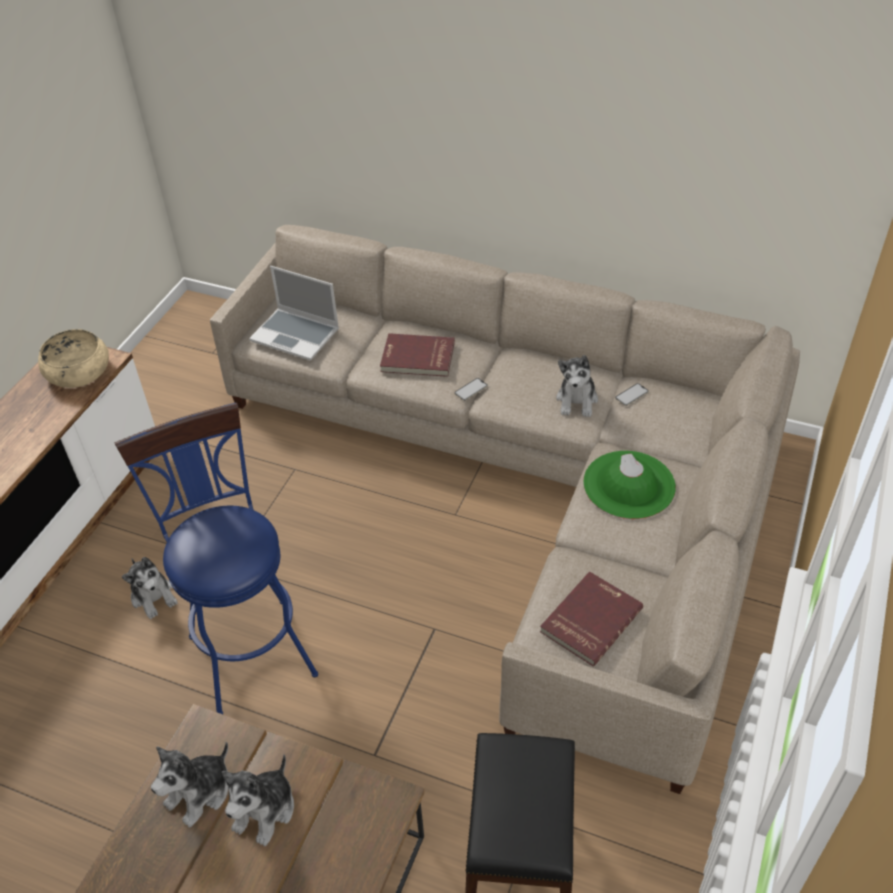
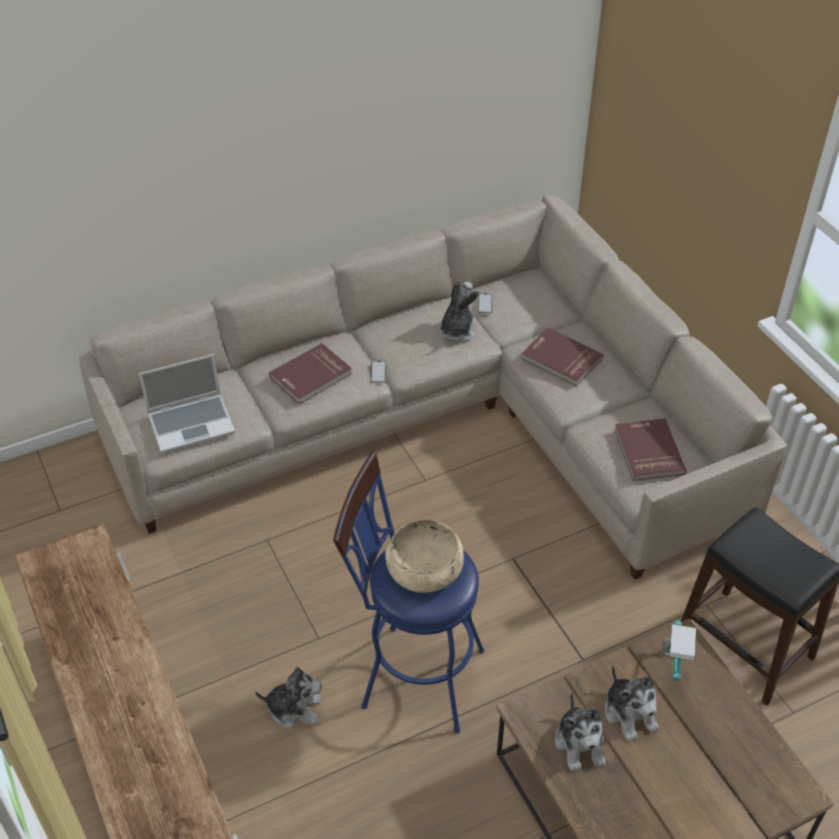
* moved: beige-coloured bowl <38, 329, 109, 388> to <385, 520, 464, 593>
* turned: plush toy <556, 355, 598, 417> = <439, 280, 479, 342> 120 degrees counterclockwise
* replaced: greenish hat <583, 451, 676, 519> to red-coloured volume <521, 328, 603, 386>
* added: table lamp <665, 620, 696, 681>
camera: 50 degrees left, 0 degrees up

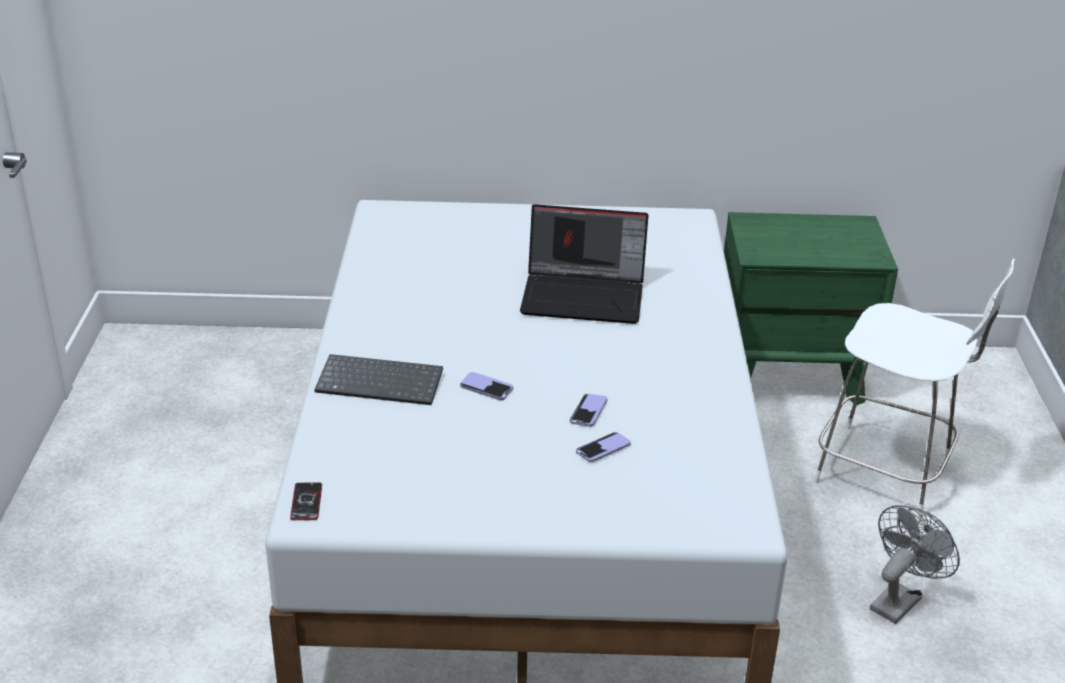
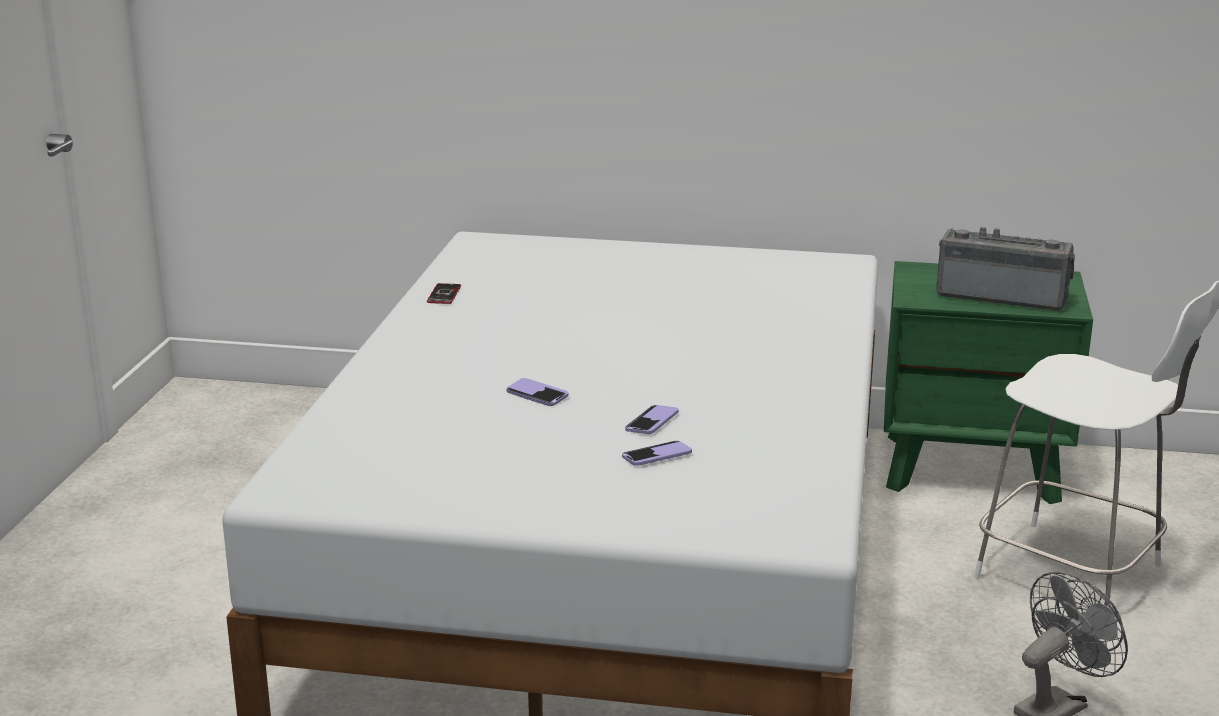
* moved: phone <290, 482, 322, 520> to <427, 283, 461, 304>
* added: radio <936, 227, 1075, 311>
* removed: PC keyboard <314, 354, 443, 405>
* removed: laptop <520, 204, 649, 324>
camera: 10 degrees right, 10 degrees down

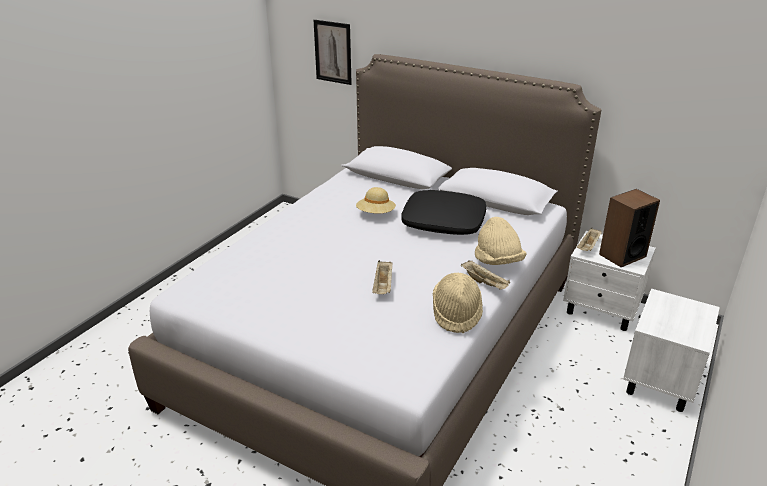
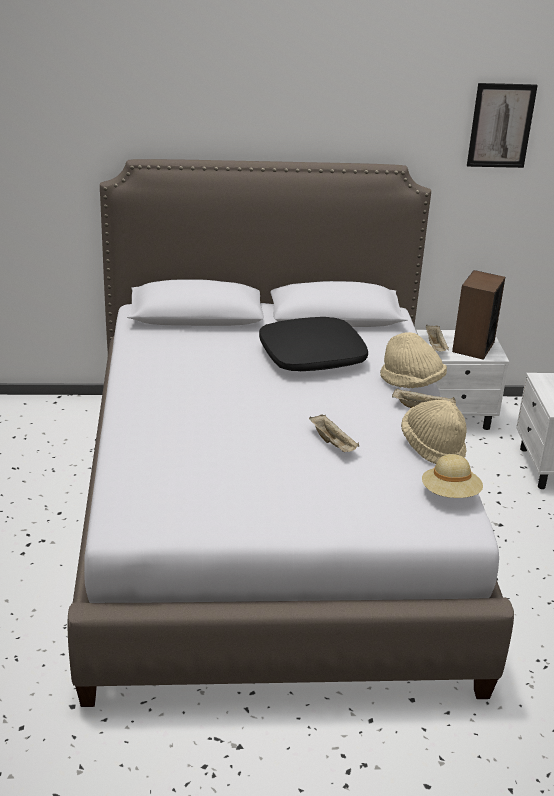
* moved: beige-coloured hat <356, 187, 396, 214> to <422, 454, 483, 498>
* moved: wall art <314, 20, 352, 85> to <467, 83, 538, 168>
camera: 35 degrees left, 0 degrees up

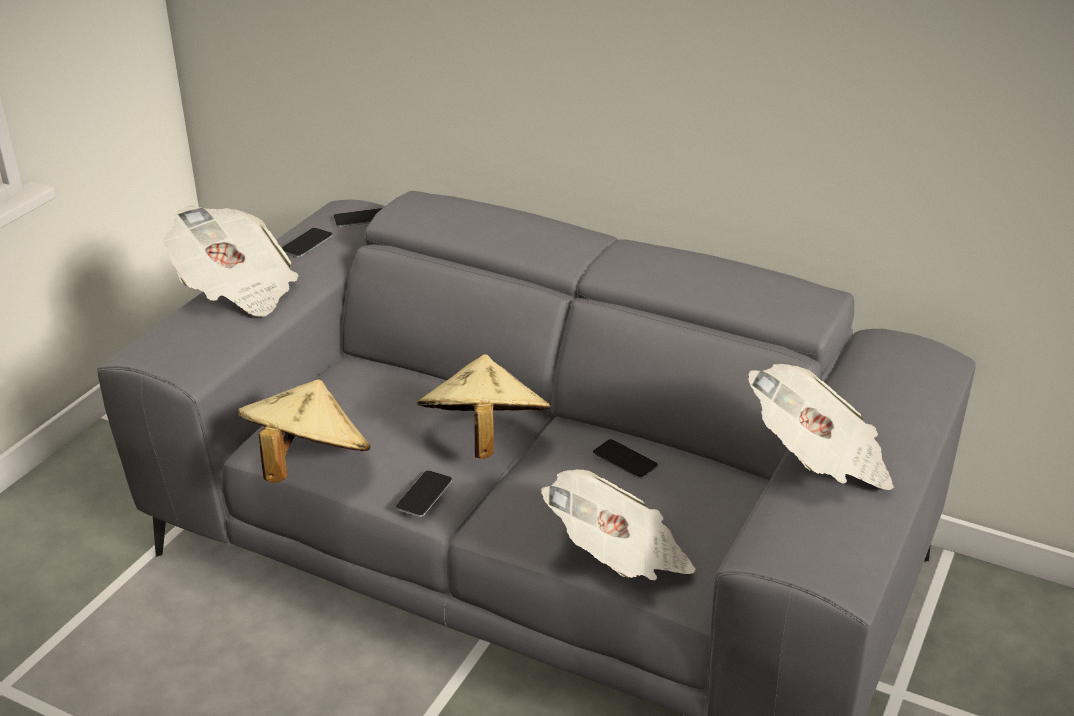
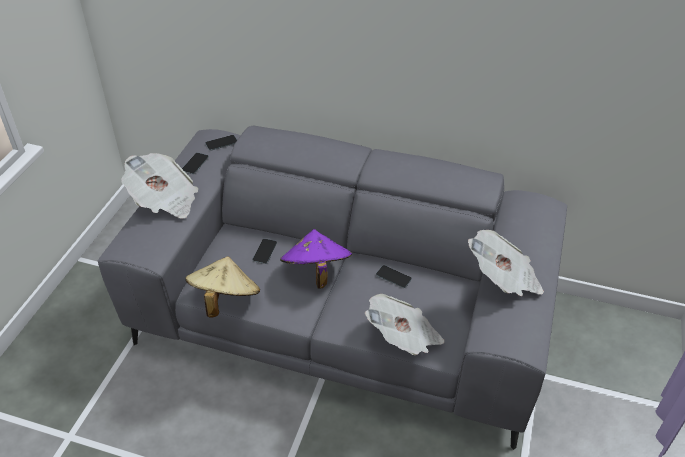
* moved: phone <396, 471, 452, 517> to <252, 239, 277, 264>
* recoloured: beige-coloured hat <417, 354, 551, 459> to purple-coloured hat <280, 229, 352, 289>
camera: 10 degrees left, 10 degrees up

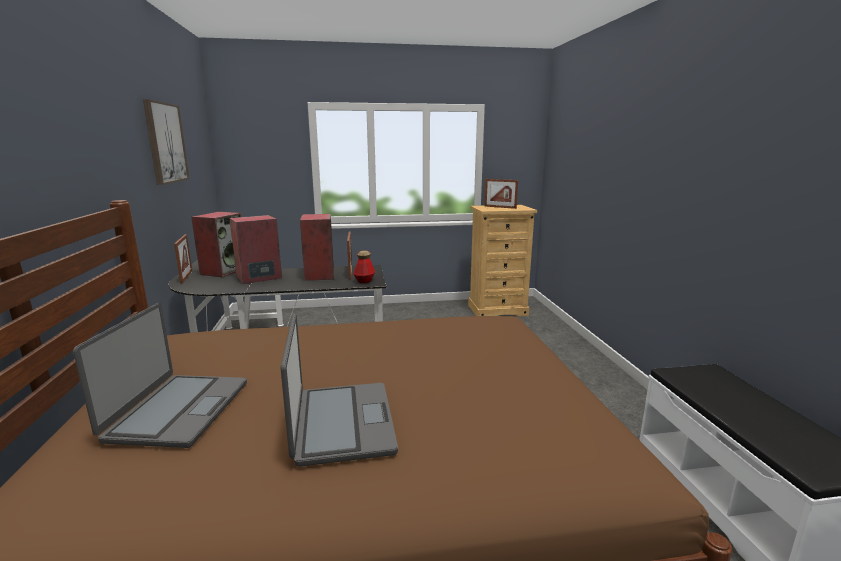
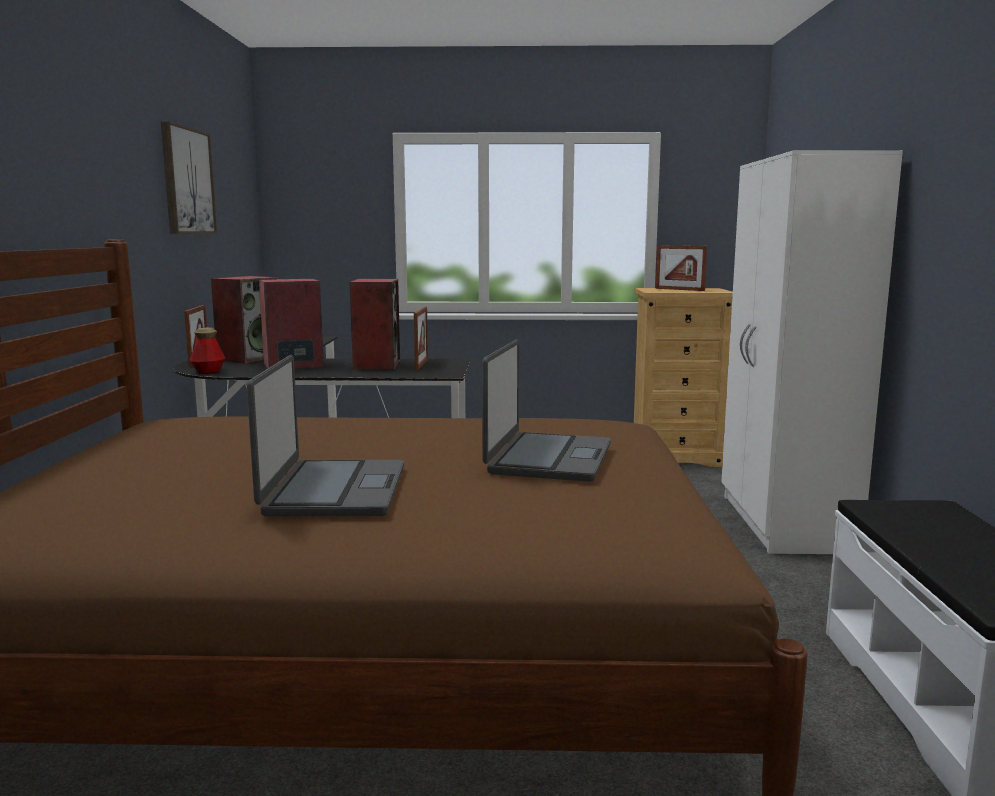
* moved: bottle <353, 250, 375, 283> to <190, 327, 226, 374>
* moved: laptop <73, 303, 247, 448> to <482, 339, 611, 482>
* added: white clothes cupboard <721, 150, 903, 554>
camera: 10 degrees right, 5 degrees down

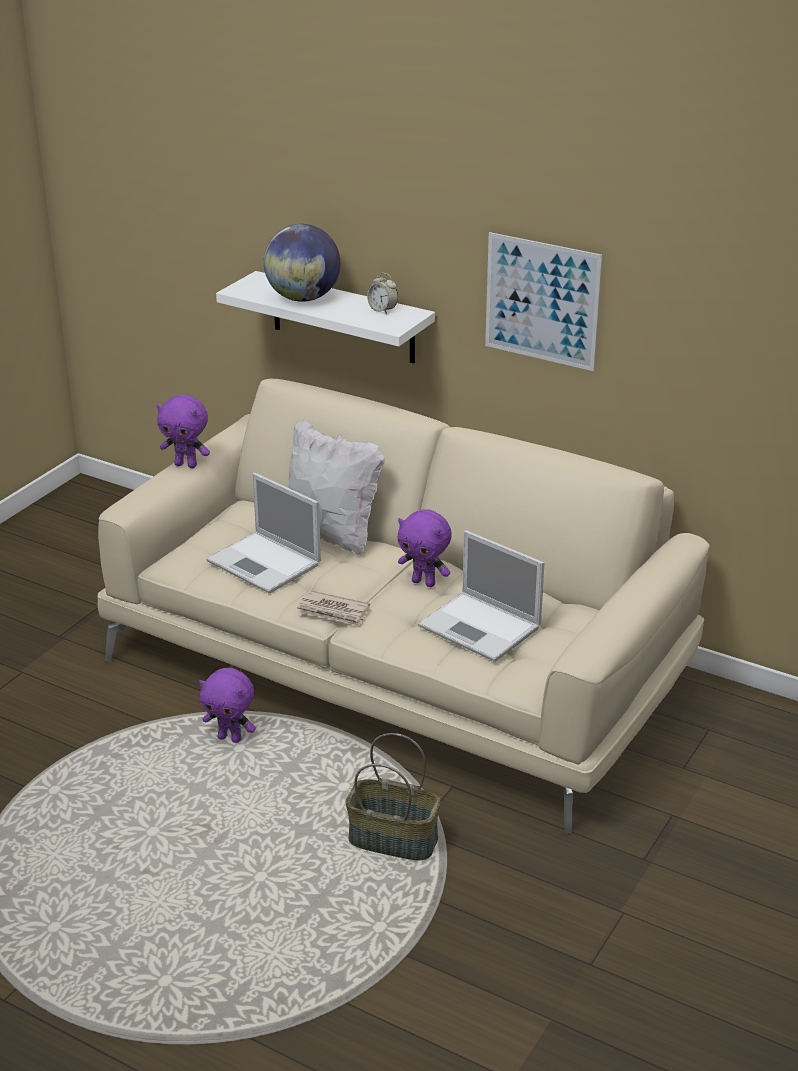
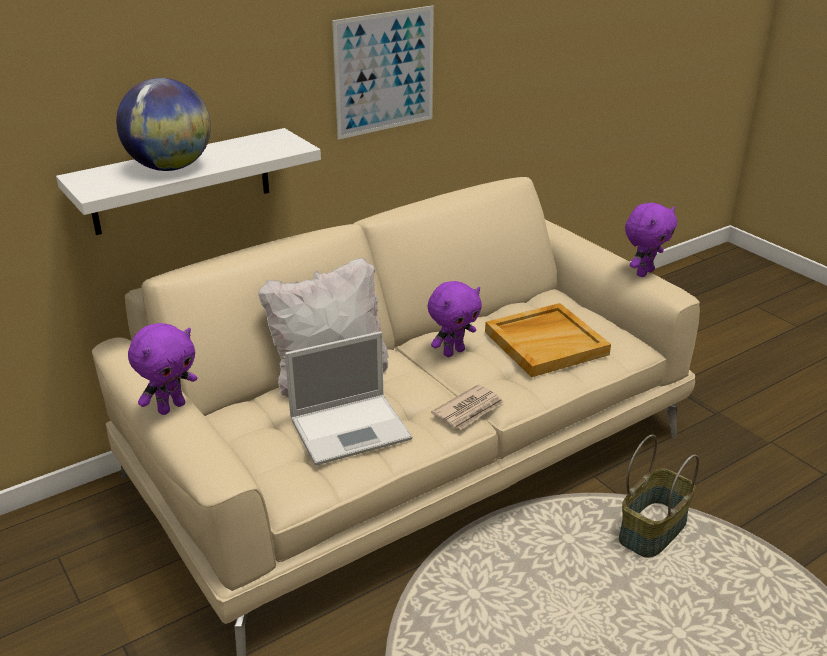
* replaced: laptop <418, 530, 544, 662> to beige-coloured carrying tray <485, 303, 611, 377>
* moved: purple-coloured plush toy <199, 668, 256, 743> to <625, 203, 677, 277>
* removed: alarm clock <367, 273, 398, 314>
camera: 65 degrees left, 0 degrees up

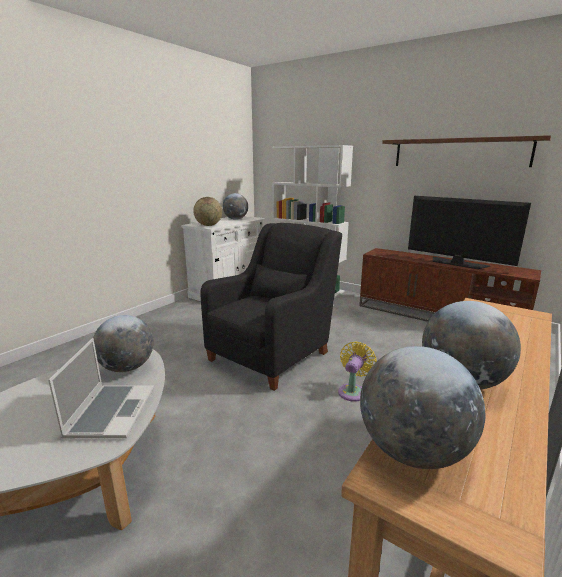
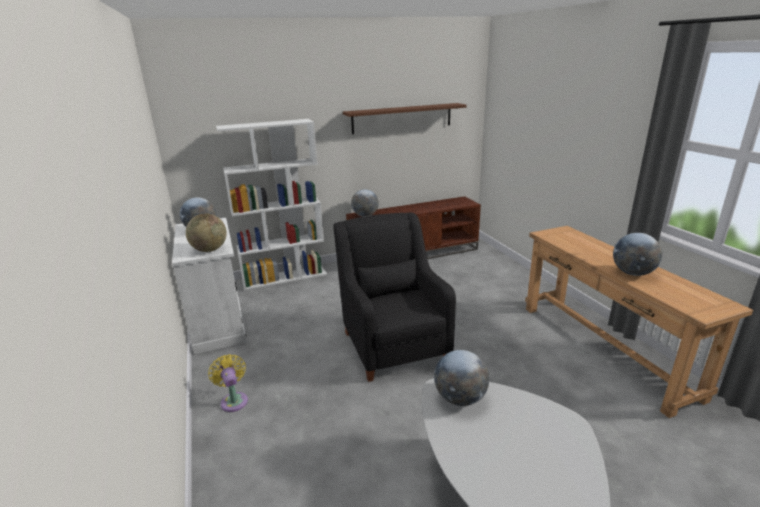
* moved: yellowish fan <338, 342, 377, 402> to <208, 354, 248, 412>
* moved: world globe <360, 346, 485, 469> to <351, 189, 379, 217>
* removed: laptop <48, 338, 154, 438>
* removed: TV set <408, 196, 531, 269>
camera: 55 degrees left, 5 degrees up

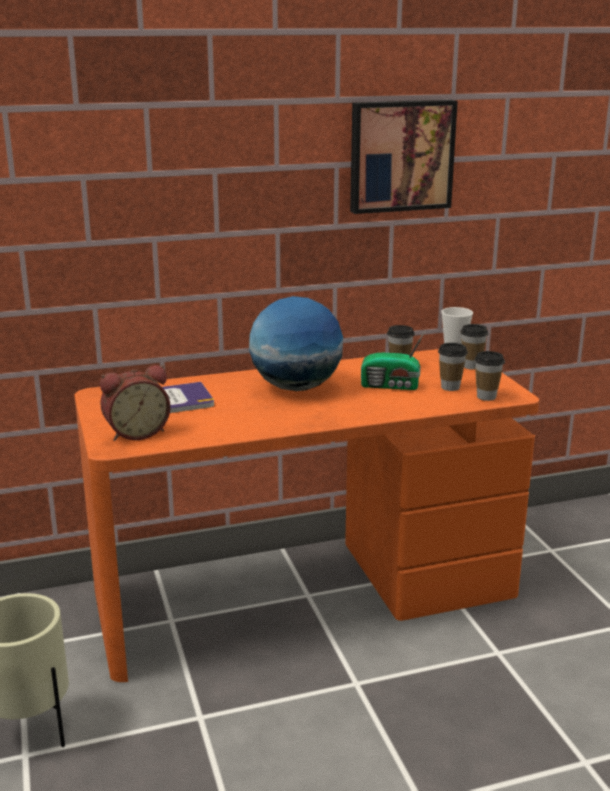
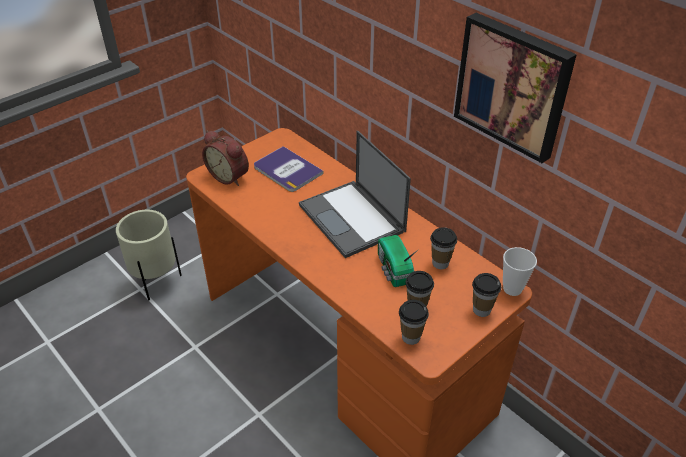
* replaced: world globe <249, 296, 343, 391> to laptop <299, 131, 411, 258>
camera: 65 degrees right, 20 degrees up

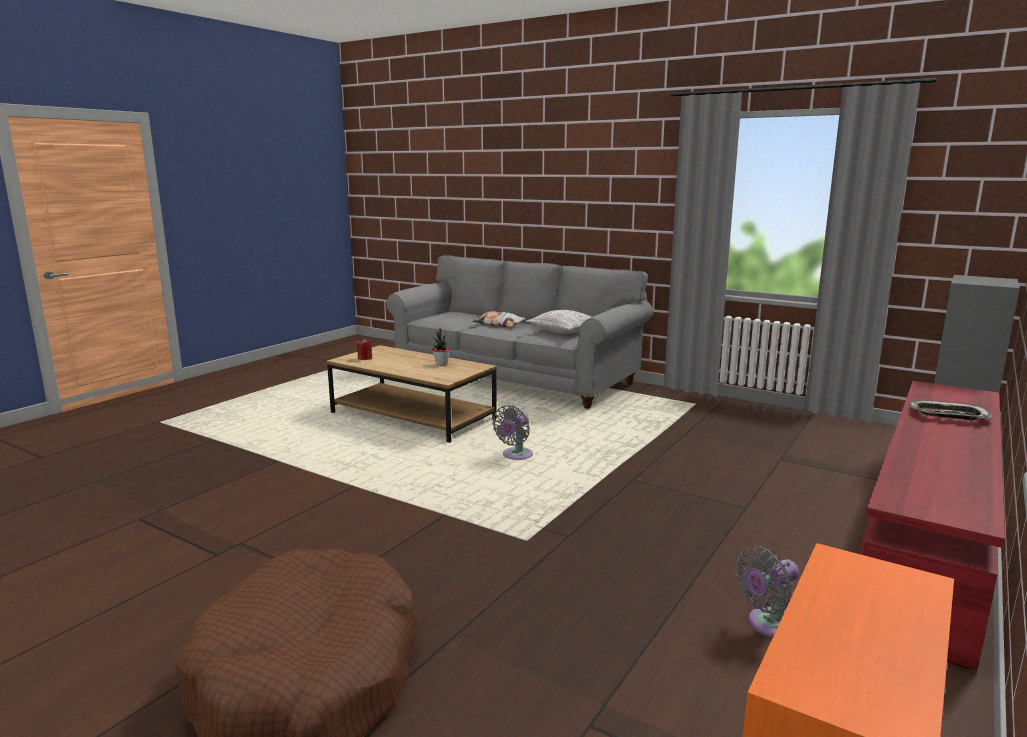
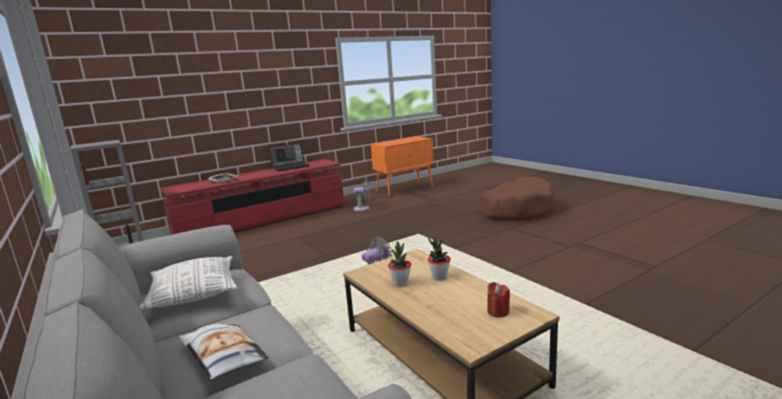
* added: laptop <268, 143, 310, 171>
* added: potted plant <428, 236, 451, 280>
camera: 155 degrees left, 0 degrees up

